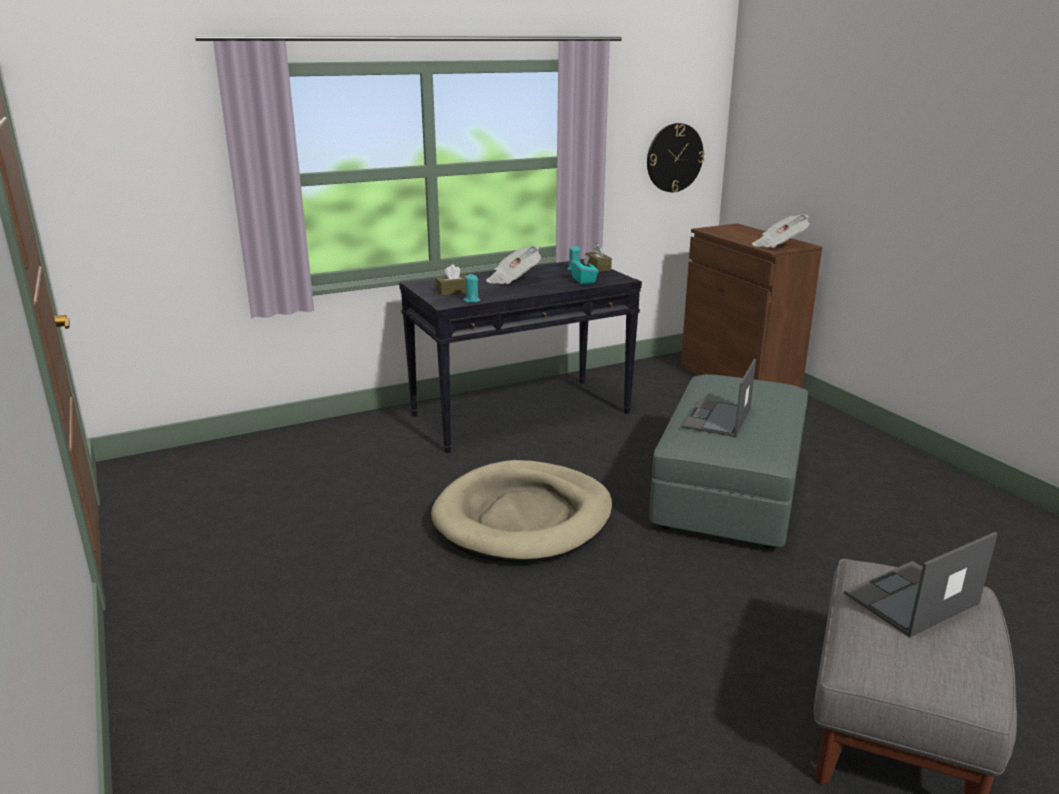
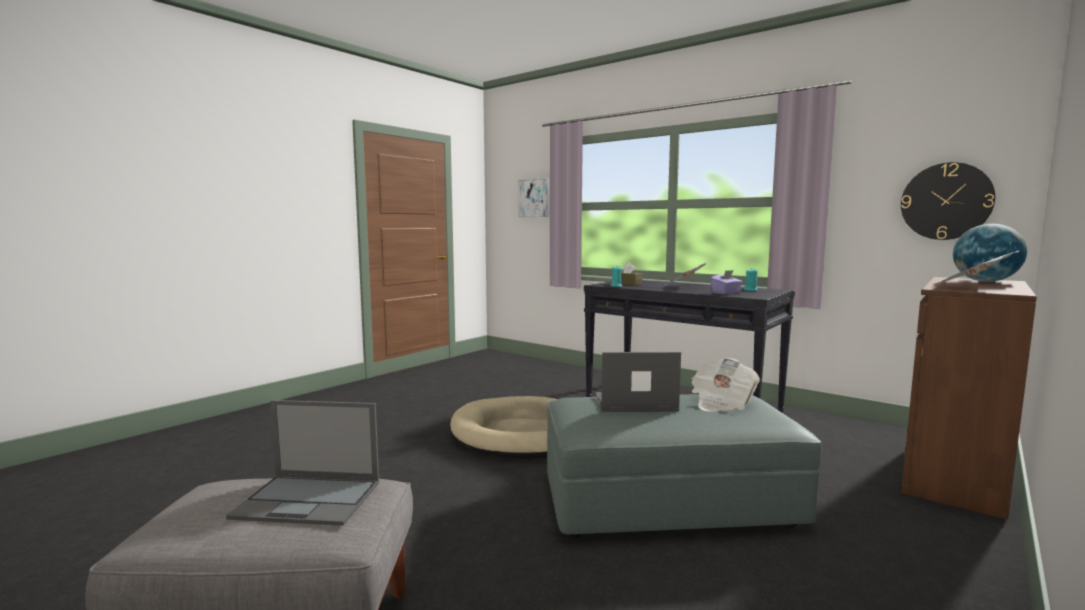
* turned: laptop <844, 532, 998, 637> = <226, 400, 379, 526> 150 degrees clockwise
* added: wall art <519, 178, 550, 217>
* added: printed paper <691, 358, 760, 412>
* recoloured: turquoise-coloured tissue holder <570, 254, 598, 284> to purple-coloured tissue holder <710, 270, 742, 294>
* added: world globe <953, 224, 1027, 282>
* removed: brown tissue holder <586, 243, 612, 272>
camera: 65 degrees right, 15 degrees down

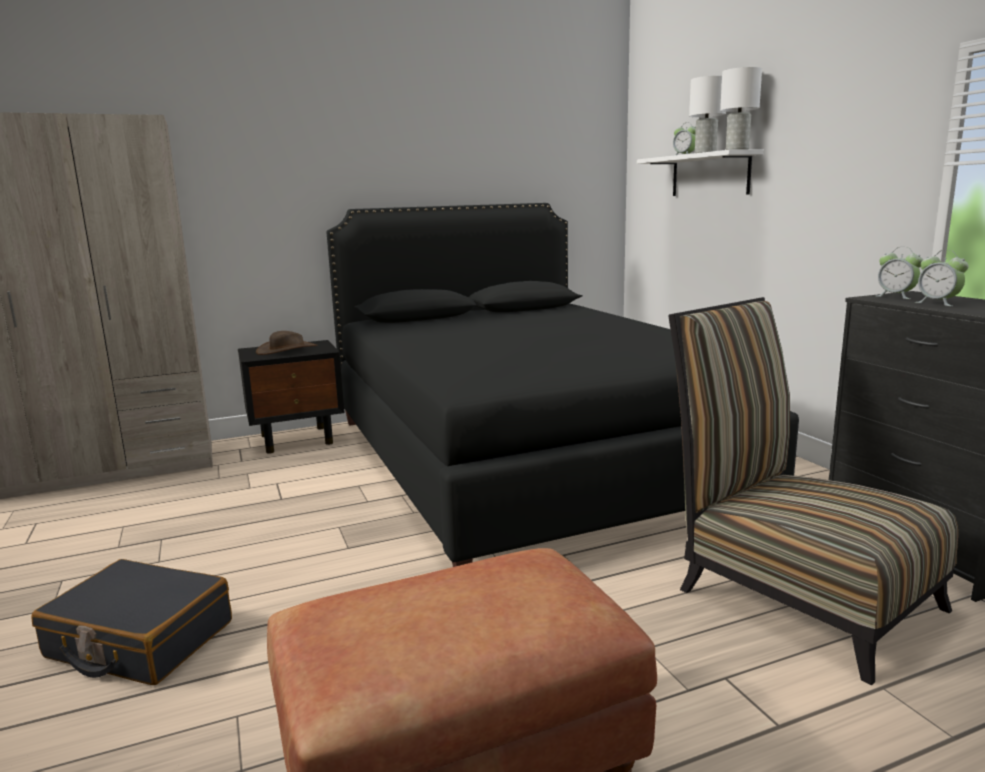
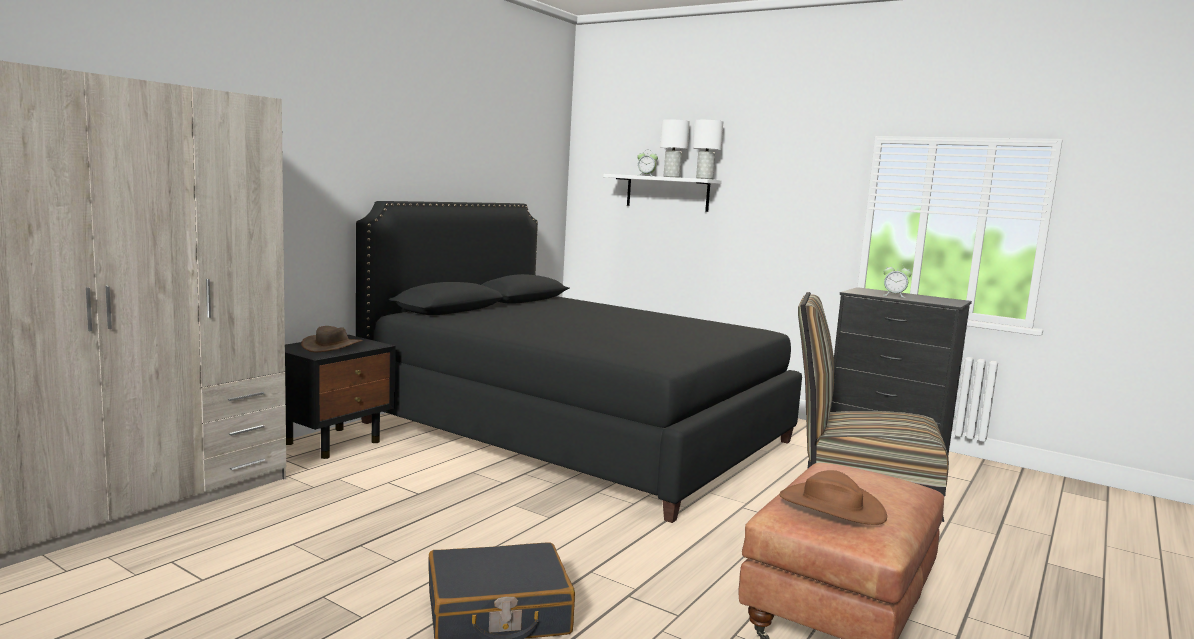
* added: brown hat <780, 470, 887, 525>
* removed: alarm clock <877, 247, 923, 299>
camera: 35 degrees left, 5 degrees down

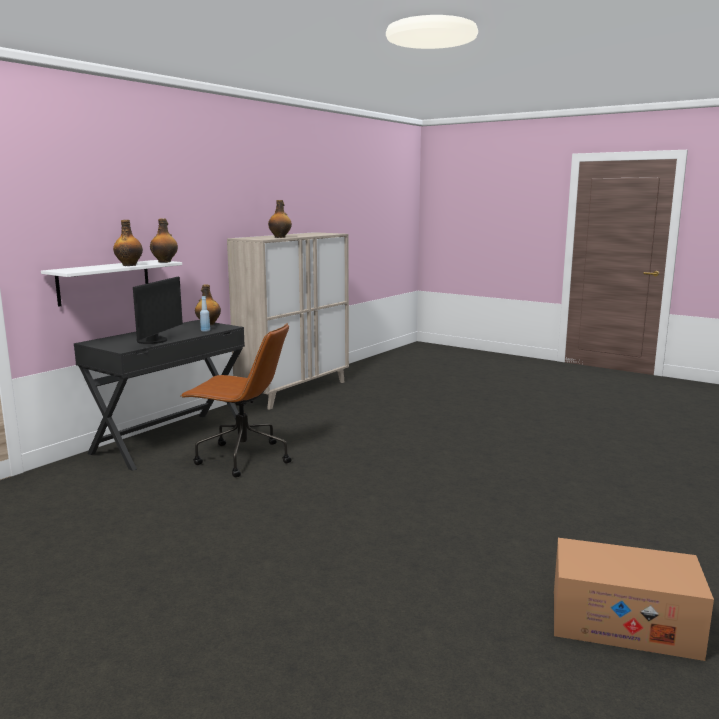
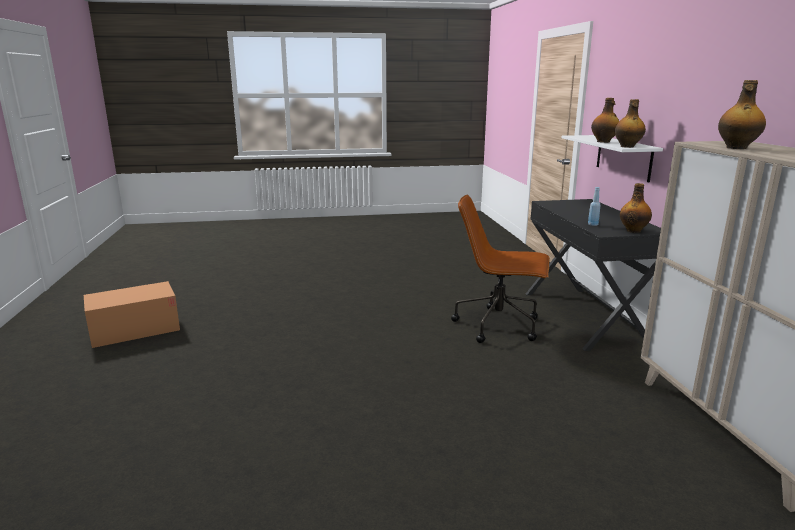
* turned: brown office chair <181, 323, 292, 477> = <451, 195, 550, 343> 45 degrees clockwise
* removed: monitor <133, 276, 183, 344>
camera: 135 degrees right, 5 degrees up

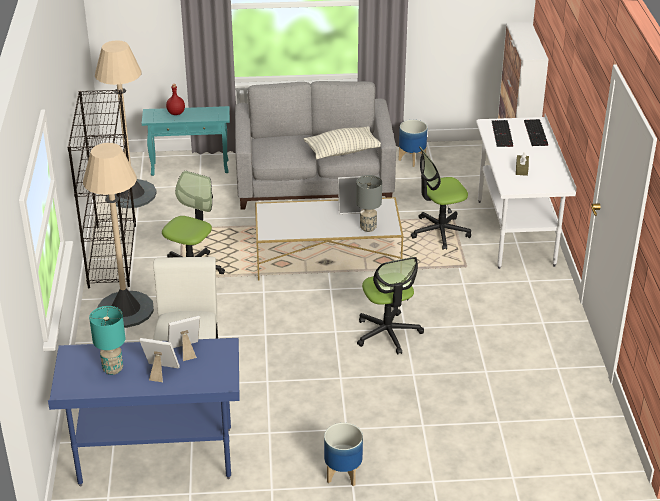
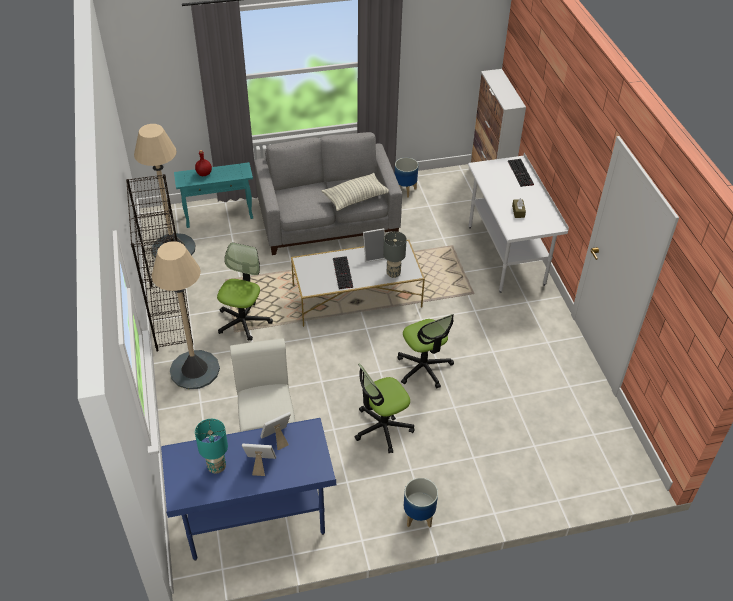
* moved: PC keyboard <492, 120, 513, 147> to <333, 256, 353, 289>
* moved: office chair <411, 147, 471, 250> to <355, 363, 414, 453>
camera: 10 degrees left, 10 degrees up

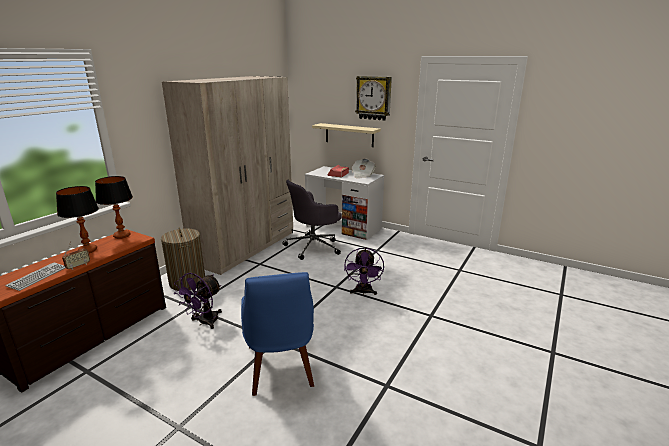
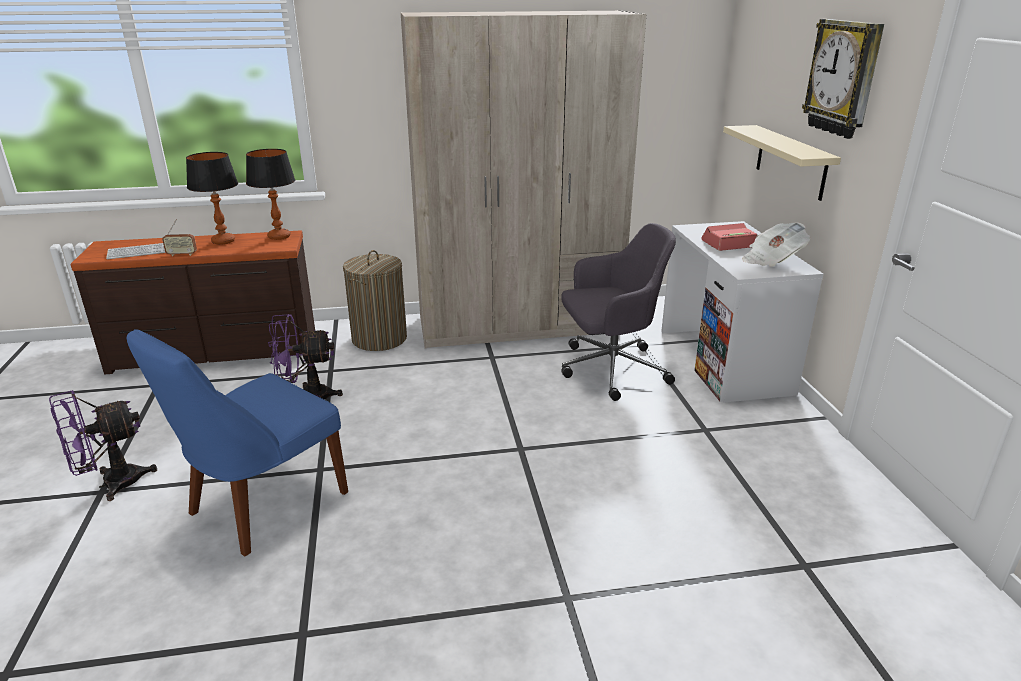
* moved: purple-coloured fan <344, 247, 384, 295> to <49, 390, 157, 501>
* turned: greyish office chair <282, 180, 342, 260> = <561, 223, 676, 401> 150 degrees clockwise
camera: 50 degrees right, 5 degrees up

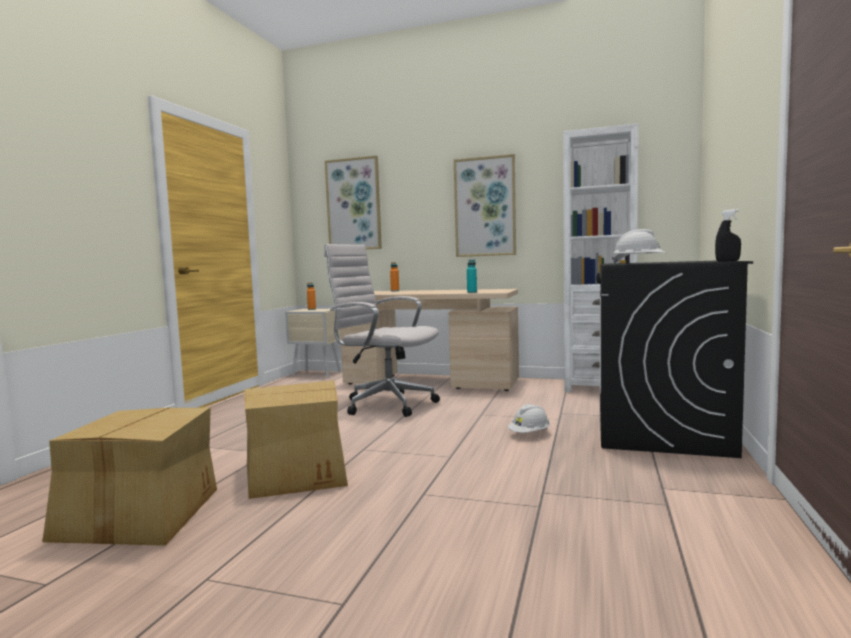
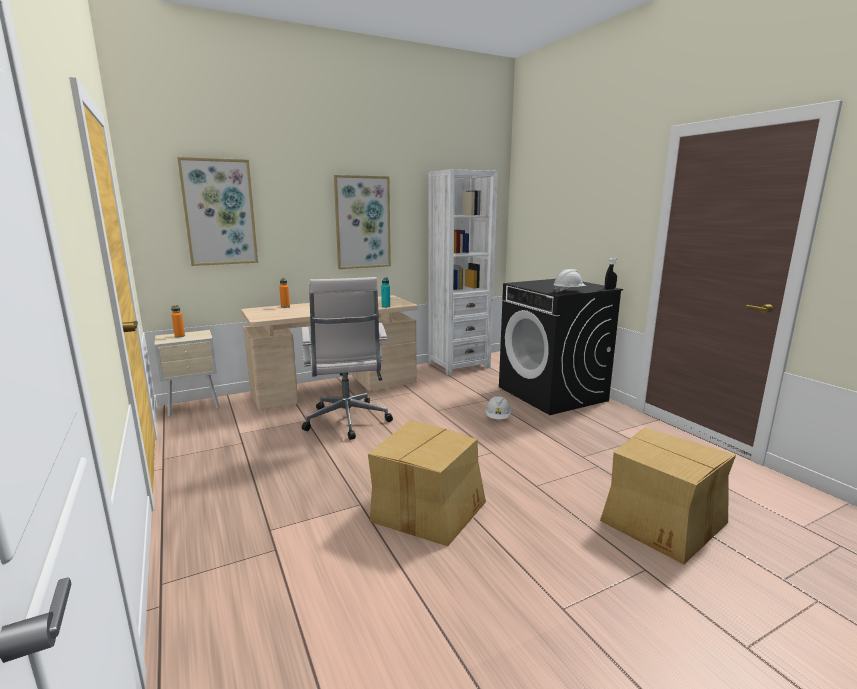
* turned: white office chair <324, 244, 440, 417> = <301, 277, 393, 440> 90 degrees counterclockwise
* moved: carton <42, 407, 217, 546> to <600, 427, 736, 564>
camera: 45 degrees left, 10 degrees up

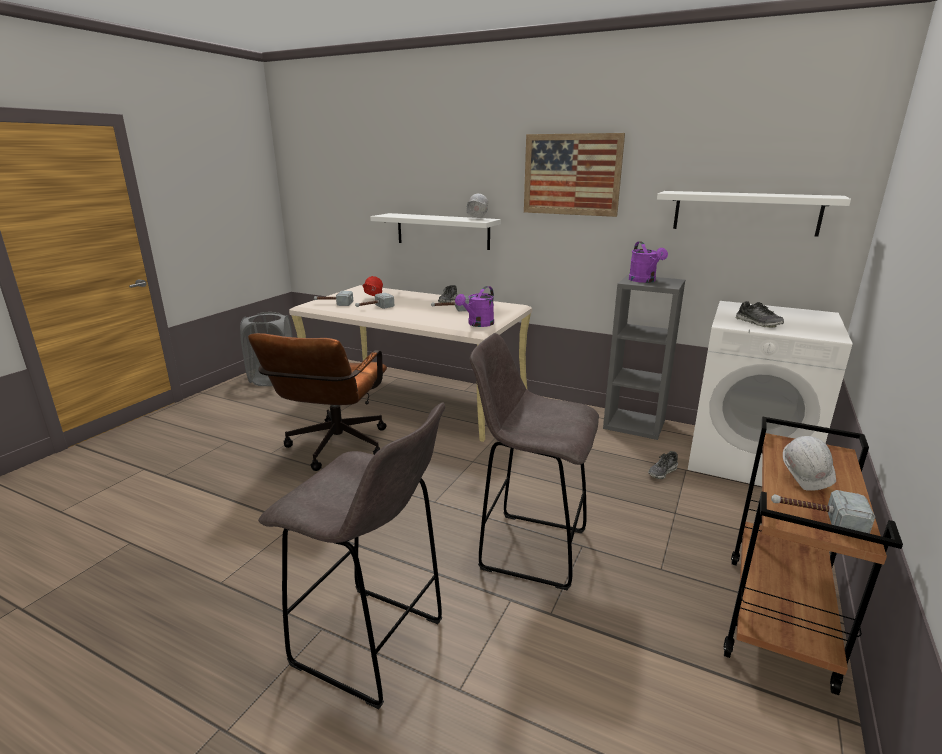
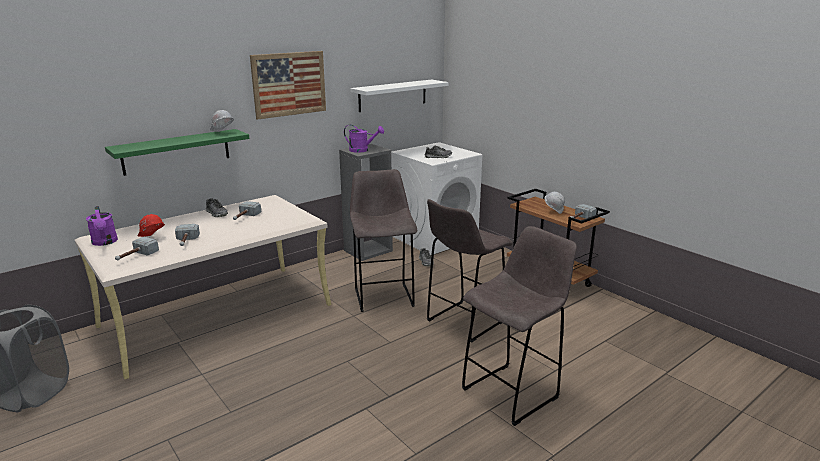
* moved: purple-coloured sprinkling can <455, 286, 494, 327> to <86, 206, 118, 246>
* recoloured: white shelf <370, 213, 501, 250> to greenish shelf <105, 129, 249, 176>
* added: greyish stool <350, 169, 417, 312>
* removed: brown office chair <248, 333, 387, 471>
camera: 65 degrees left, 0 degrees up

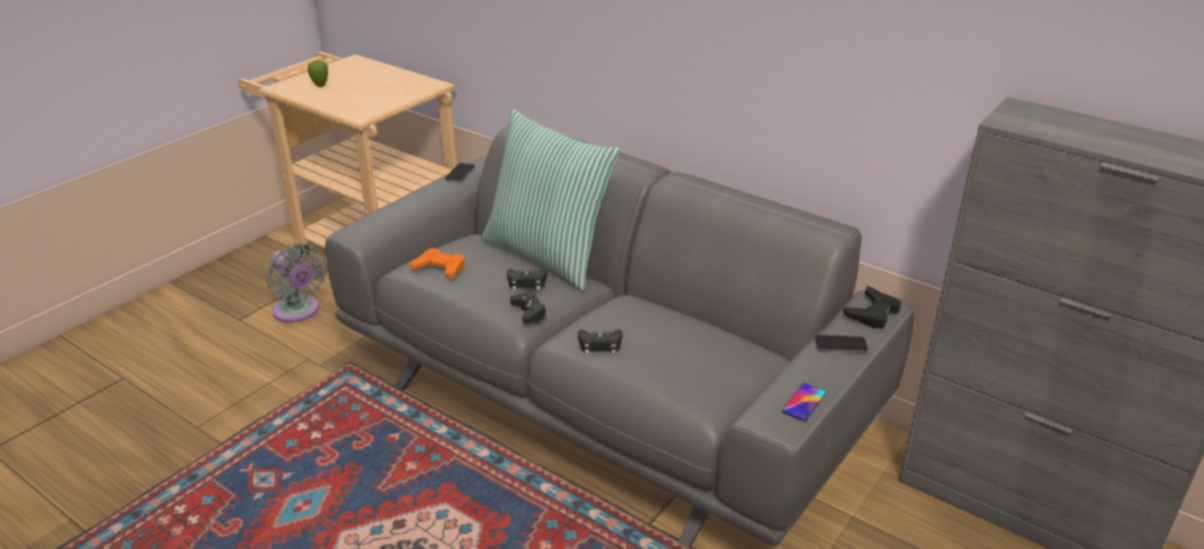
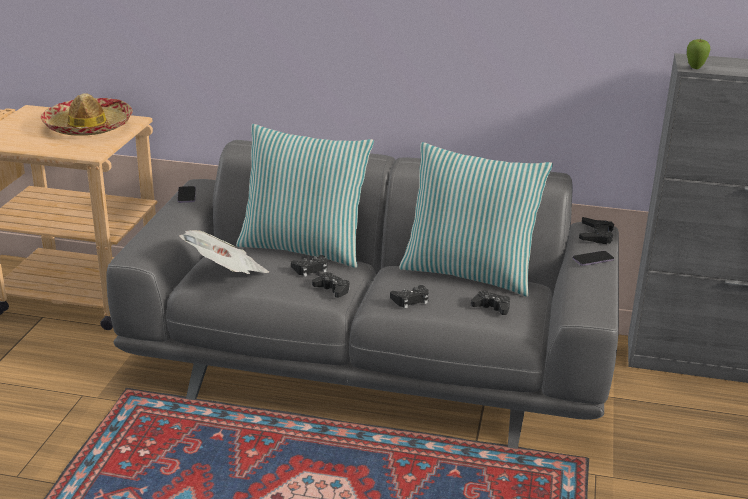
* added: hat <41, 93, 133, 136>
* replaced: orange joypad <409, 248, 465, 279> to printed paper <179, 230, 269, 274>
* added: cushion <399, 142, 553, 297>
* added: black joypad <471, 290, 510, 315>
* moved: apple fruit <307, 60, 328, 87> to <687, 39, 711, 69>
* removed: greyish fan <266, 243, 327, 323>
* removed: phone <782, 383, 826, 421>
camera: 25 degrees left, 5 degrees down

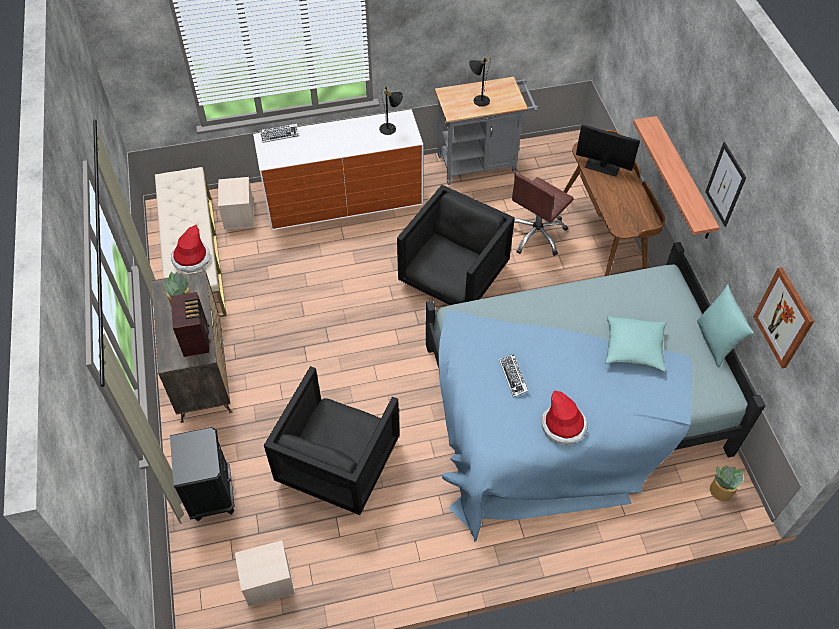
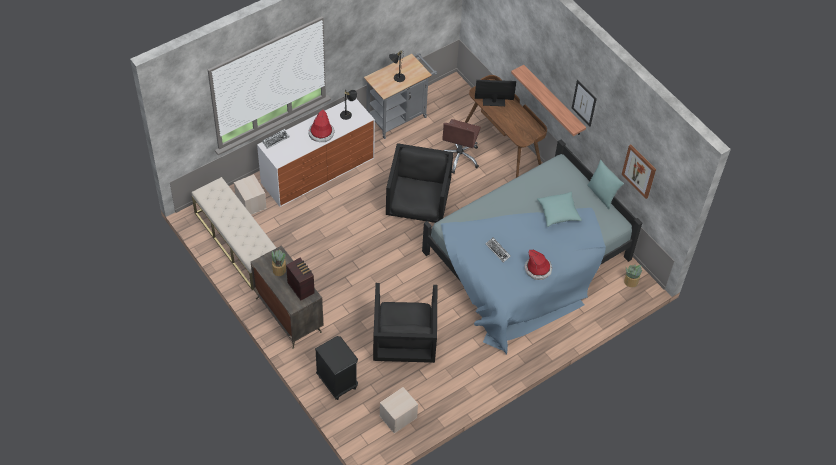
* moved: hat <171, 225, 211, 273> to <308, 110, 335, 142>
camera: 25 degrees left, 0 degrees up

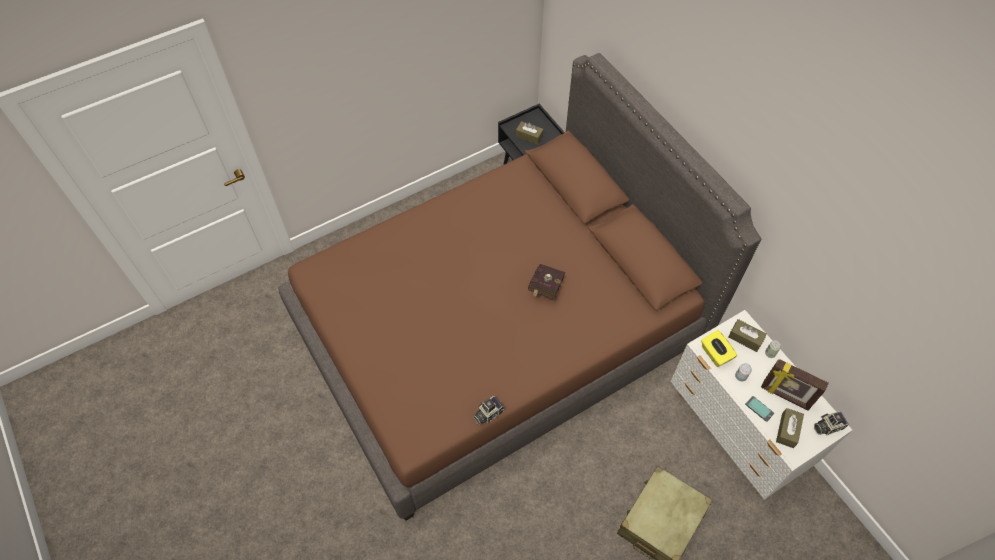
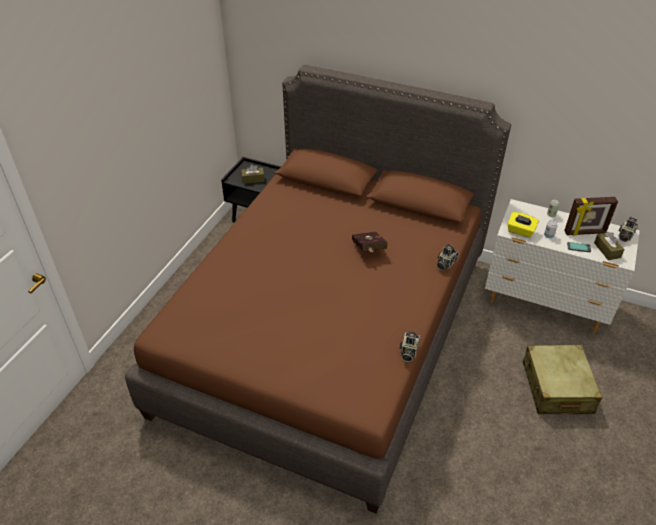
* added: photo camera <436, 244, 458, 270>
* removed: brown tissue holder <728, 319, 767, 352>
camera: 35 degrees left, 15 degrees down

